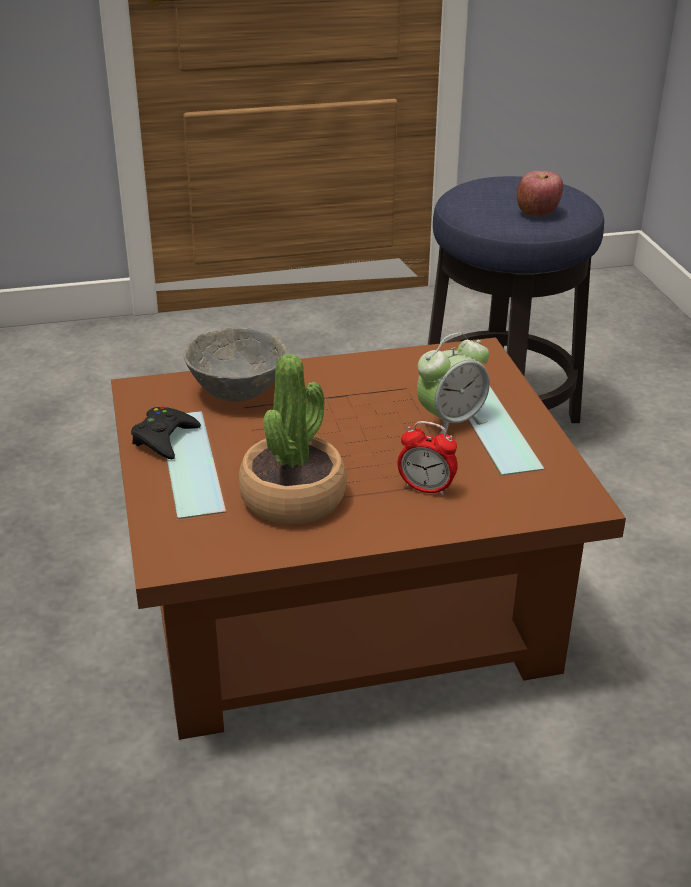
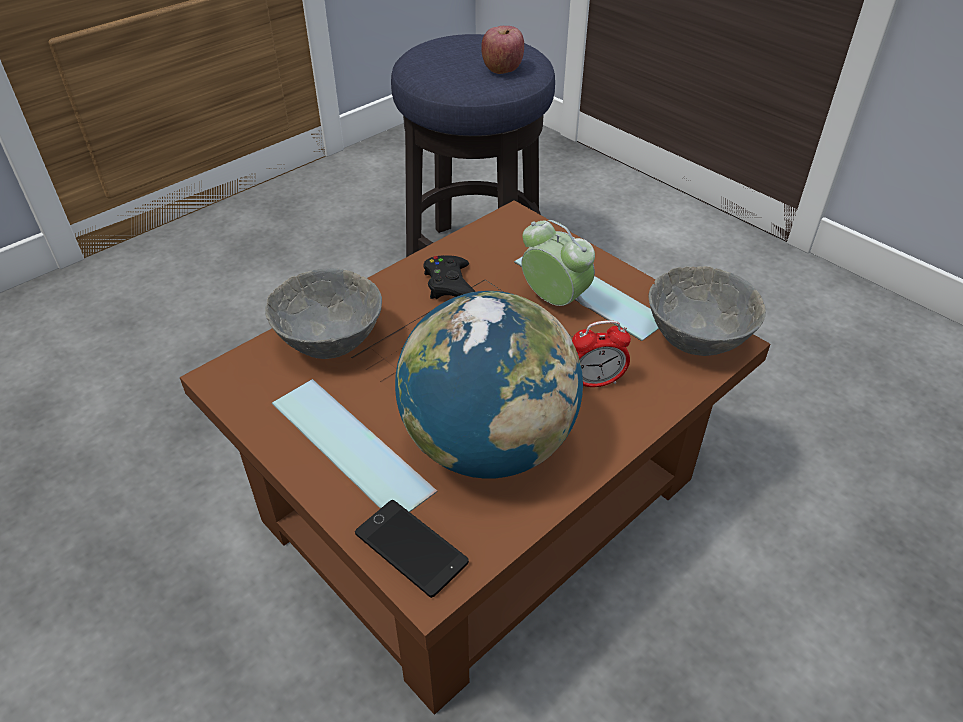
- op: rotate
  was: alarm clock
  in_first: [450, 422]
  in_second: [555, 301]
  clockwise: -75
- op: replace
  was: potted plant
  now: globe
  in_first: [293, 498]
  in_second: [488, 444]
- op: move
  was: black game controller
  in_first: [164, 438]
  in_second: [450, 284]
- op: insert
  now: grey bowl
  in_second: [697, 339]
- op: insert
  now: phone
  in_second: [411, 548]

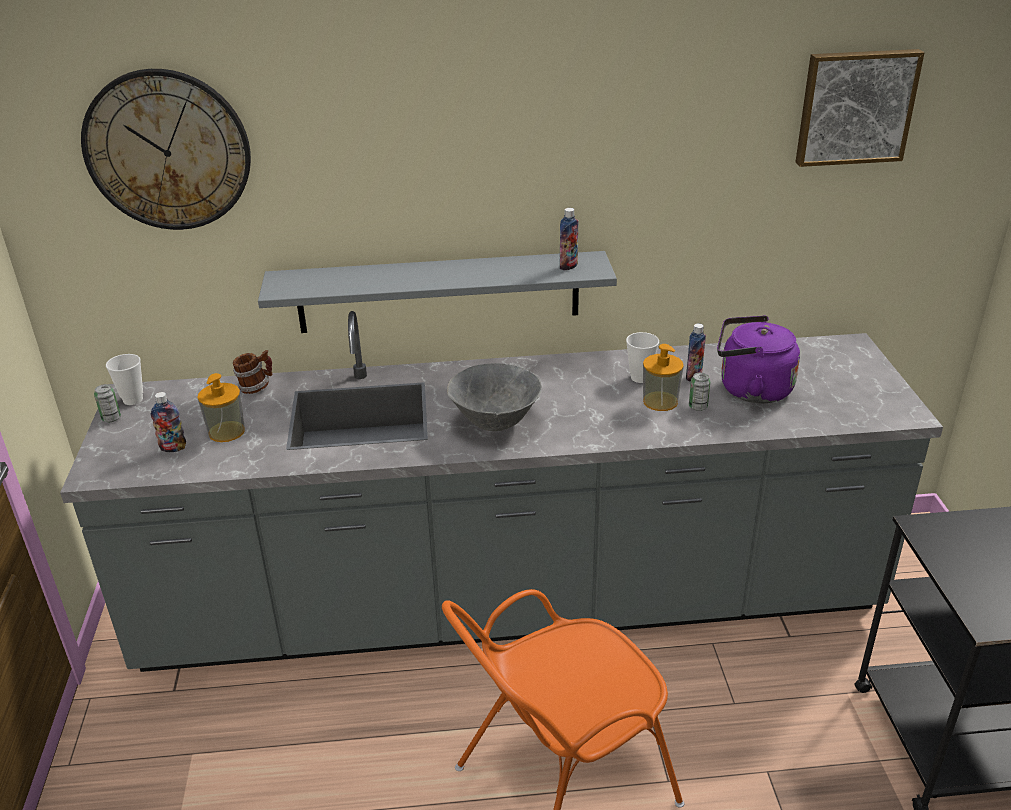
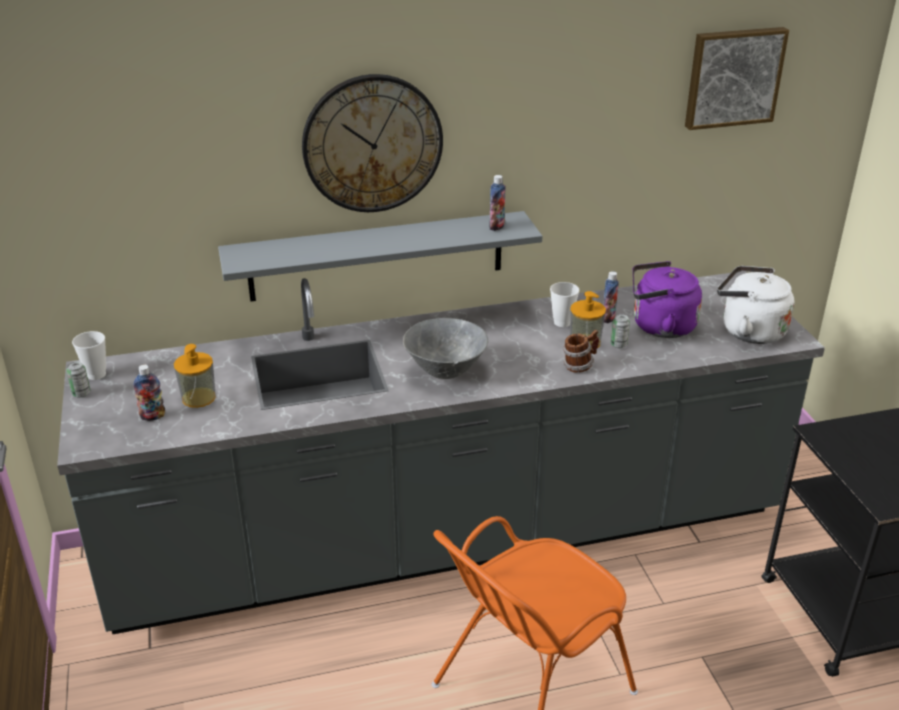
- op: move
  was: wall clock
  in_first: [168, 150]
  in_second: [372, 144]
- op: move
  was: mug
  in_first: [256, 387]
  in_second: [579, 365]
- op: insert
  now: white kettle
  in_second: [748, 331]

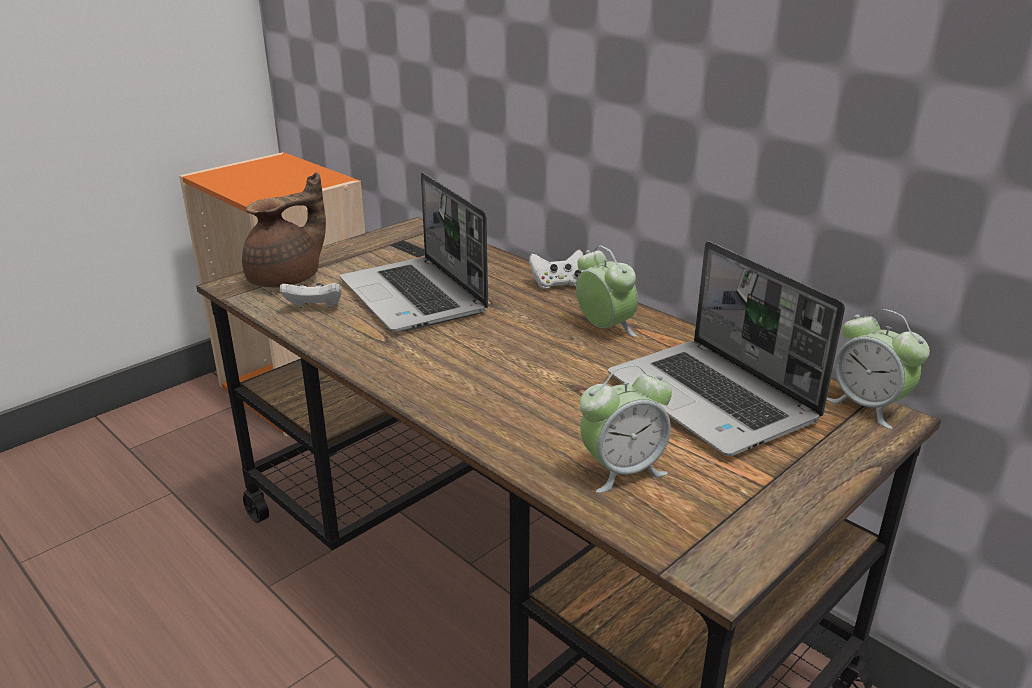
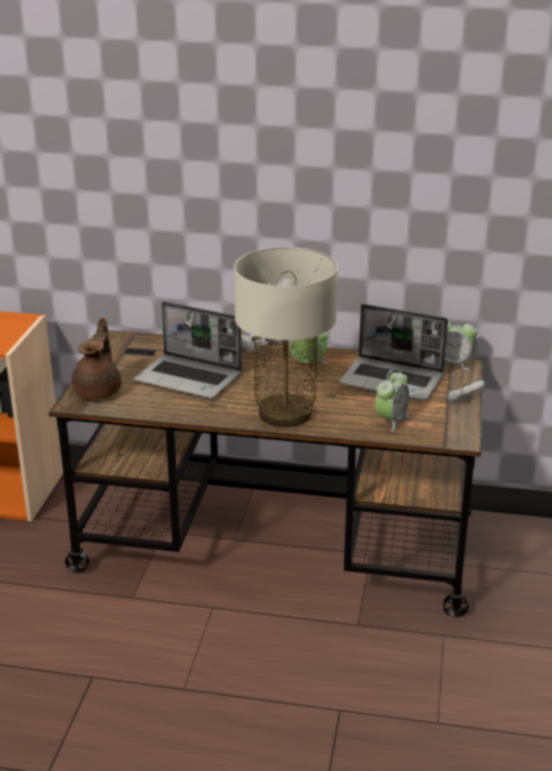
- op: move
  was: white game controller
  in_first: [314, 308]
  in_second: [463, 400]
- op: insert
  now: table lamp
  in_second: [285, 414]

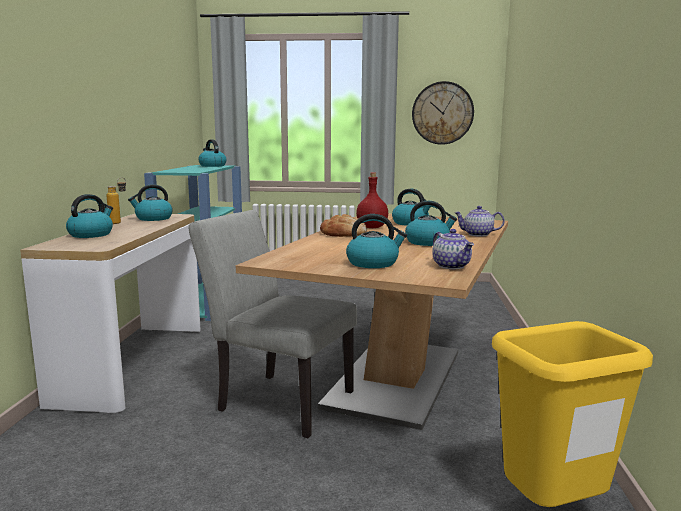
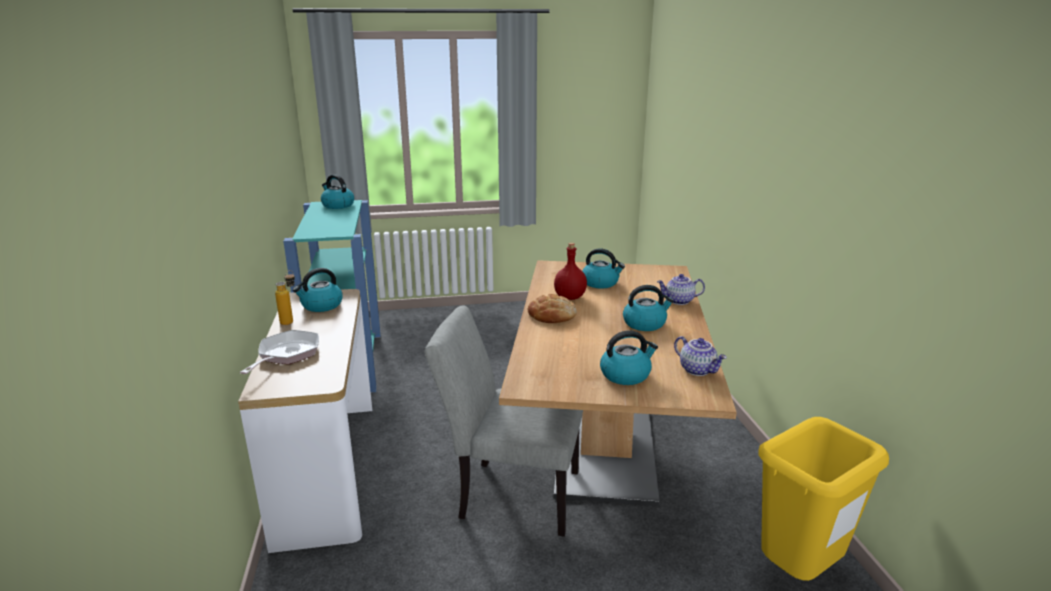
- op: delete
  was: wall clock
  in_first: [442, 113]
- op: replace
  was: kettle
  now: frying pan
  in_first: [91, 234]
  in_second: [286, 354]

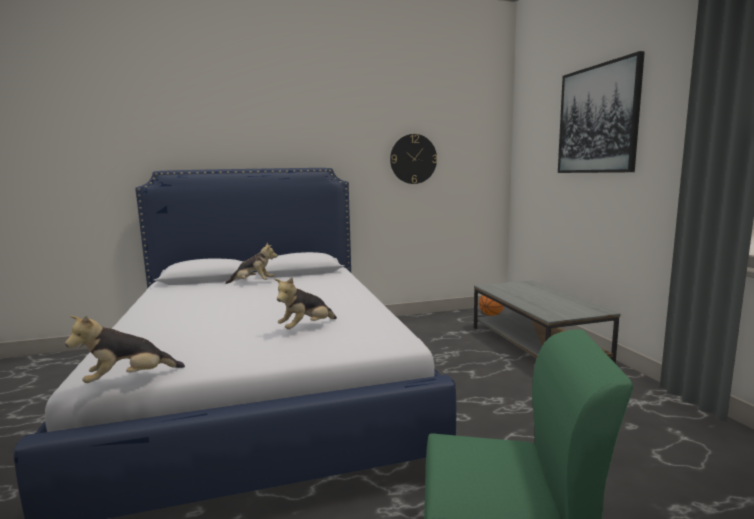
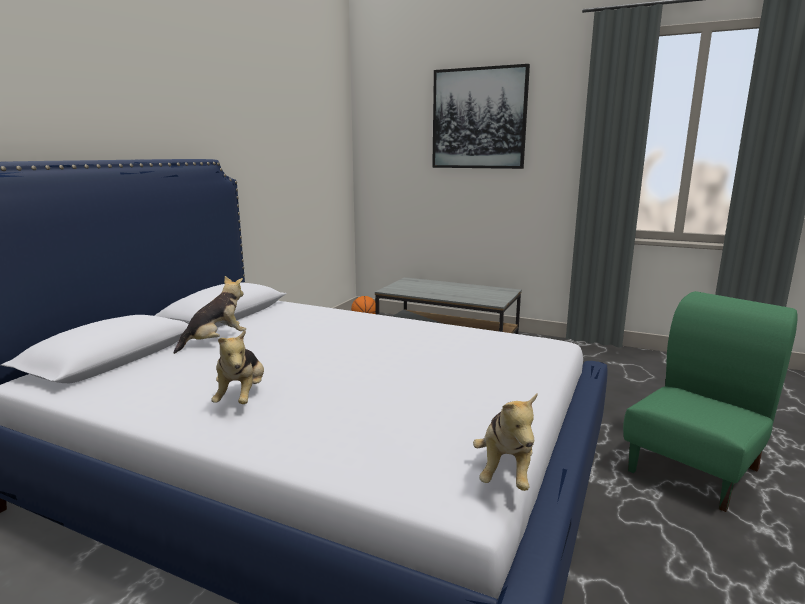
- op: delete
  was: wall clock
  in_first: [413, 159]
- op: move
  was: plush toy
  in_first: [306, 328]
  in_second: [242, 397]

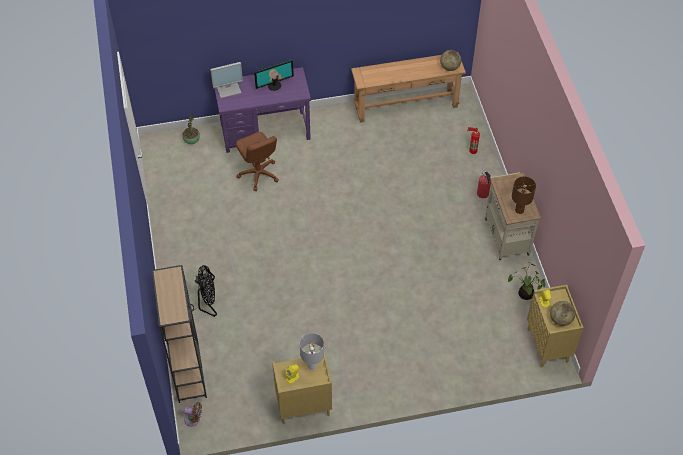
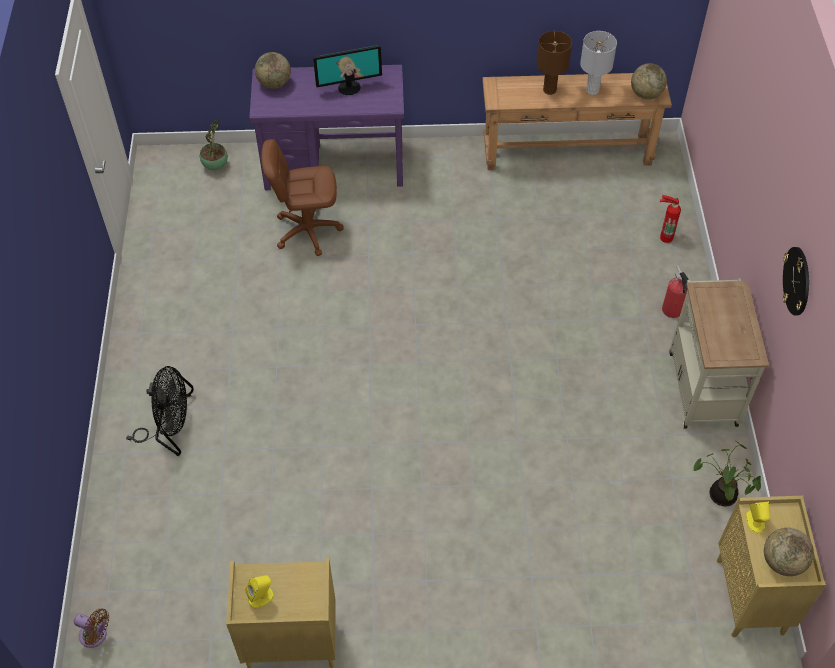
- op: replace
  was: monitor
  now: globe
  in_first: [229, 88]
  in_second: [274, 83]
- op: rotate
  was: brown office chair
  in_first: [258, 174]
  in_second: [307, 230]
  clockwise: 105
- op: move
  was: brown table lamp
  in_first: [519, 210]
  in_second: [549, 90]
- op: delete
  was: bookcase
  in_first: [188, 373]
- op: move
  was: grey table lamp
  in_first: [312, 366]
  in_second: [592, 90]
- op: insert
  now: wall clock
  in_second: [797, 281]

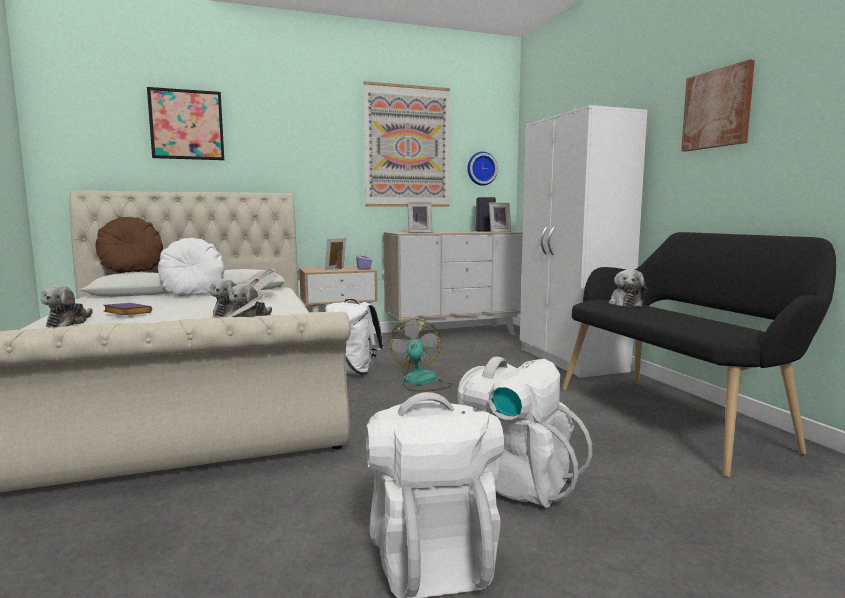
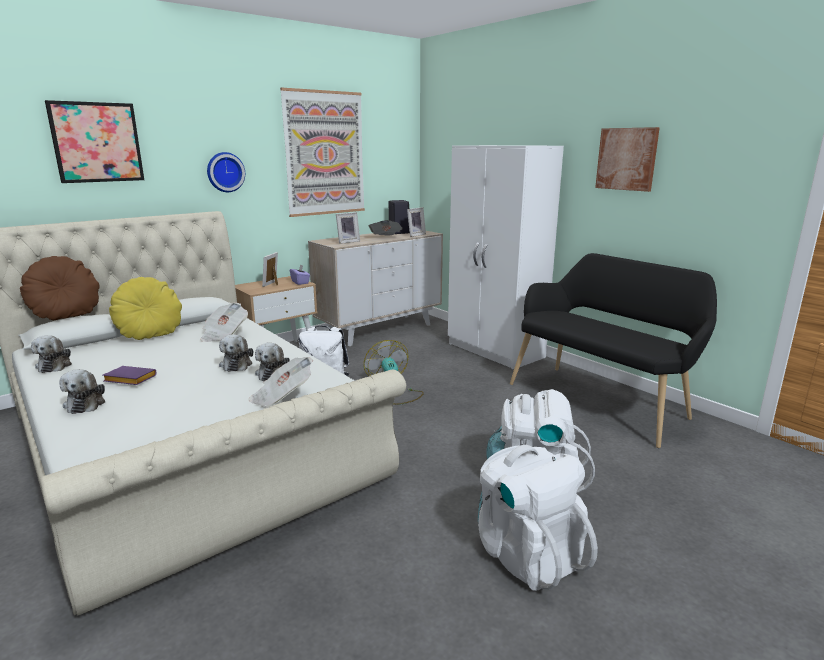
- op: move
  was: wall clock
  in_first: [481, 168]
  in_second: [225, 172]
- op: recolor
  was: white pillow
  now: yellow pillow
  in_first: [193, 295]
  in_second: [150, 336]
- op: move
  was: plush toy
  in_first: [625, 303]
  in_second: [55, 365]
- op: insert
  now: newspaper
  in_second: [386, 238]

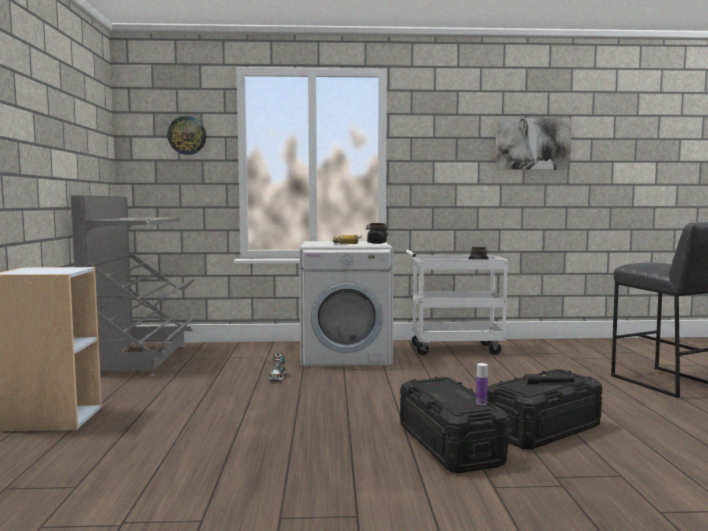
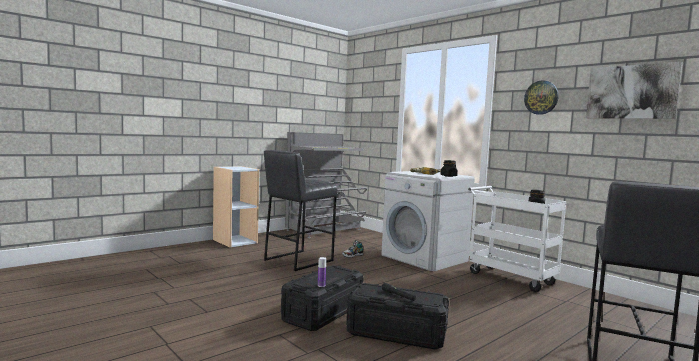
- op: move
  was: wall clock
  in_first: [187, 135]
  in_second: [541, 97]
- op: insert
  now: grey stool
  in_second: [298, 260]

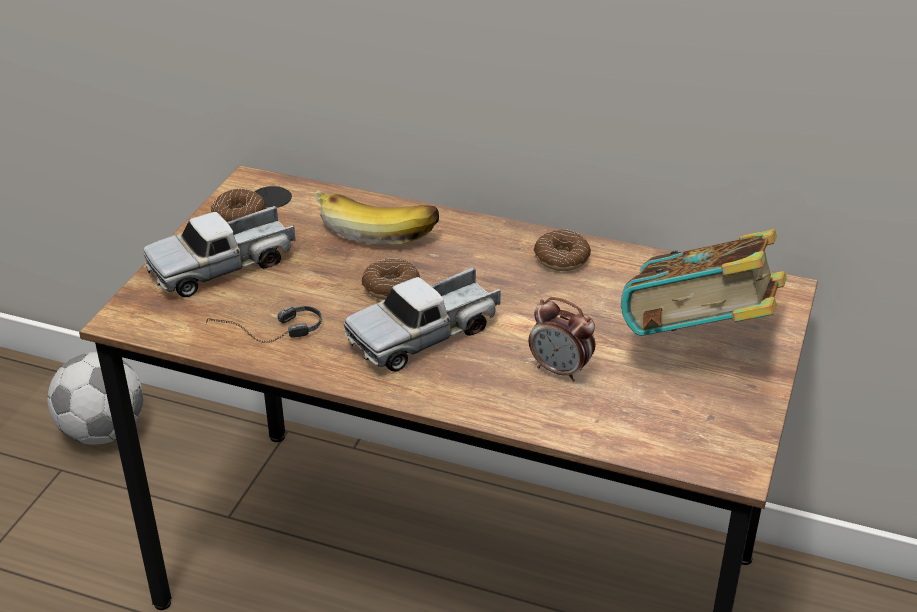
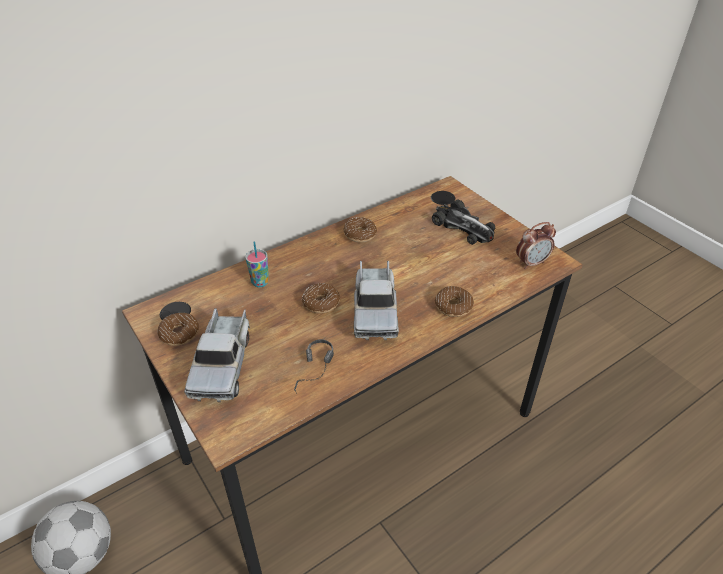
- op: replace
  was: banana
  now: cup
  in_first: [378, 227]
  in_second: [260, 282]
- op: replace
  was: book
  now: toy car
  in_first: [699, 340]
  in_second: [463, 226]
- op: move
  was: alarm clock
  in_first: [560, 370]
  in_second: [531, 263]
- op: insert
  now: donut
  in_second: [453, 306]

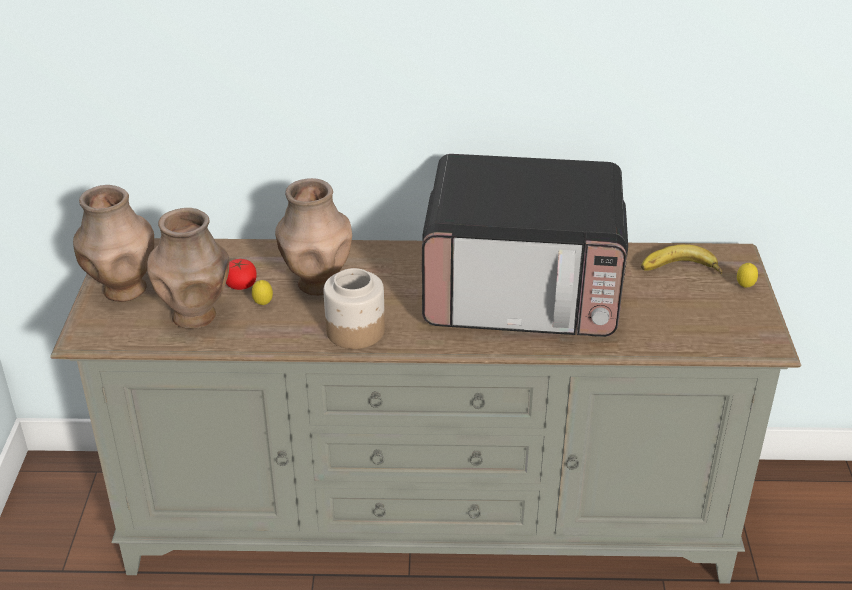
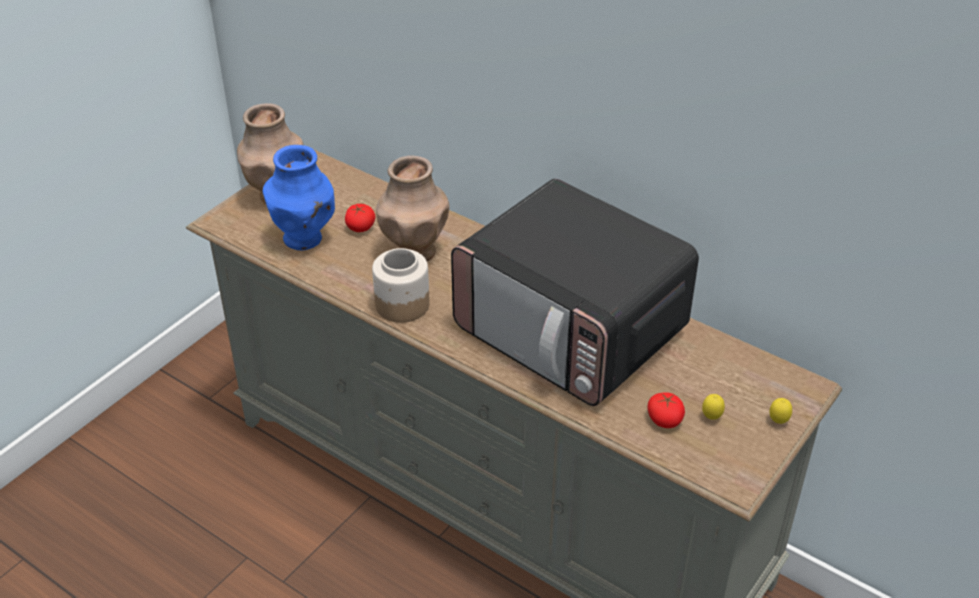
- op: recolor
  was: brown vase
  now: blue vase
  in_first: [196, 316]
  in_second: [304, 239]
- op: delete
  was: banana
  in_first: [680, 271]
- op: move
  was: lemon
  in_first: [263, 304]
  in_second: [711, 417]
- op: insert
  now: tomato
  in_second: [664, 419]

